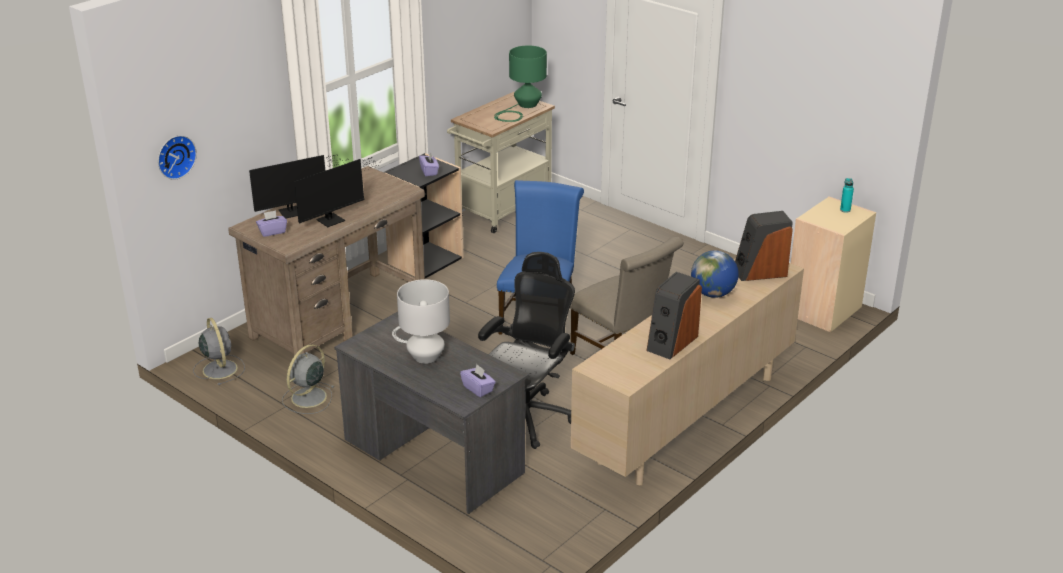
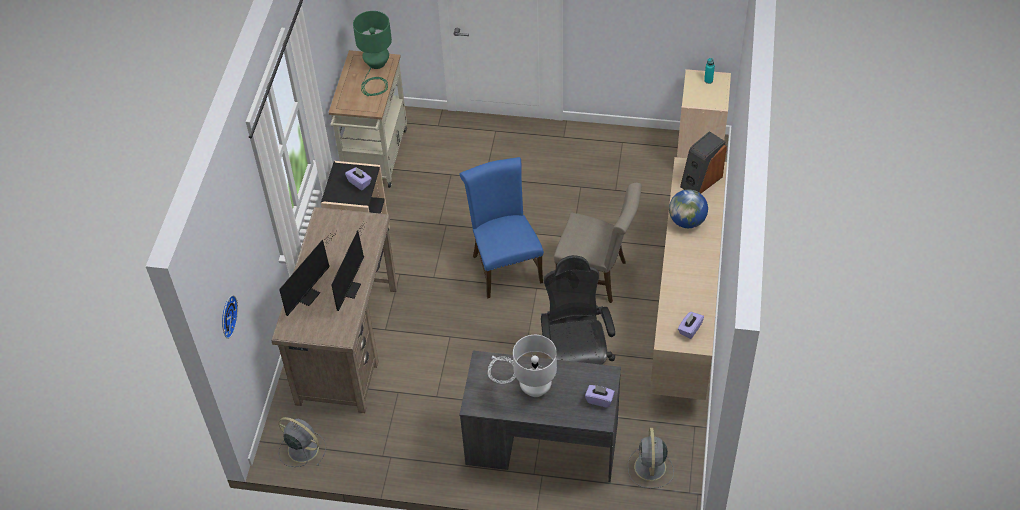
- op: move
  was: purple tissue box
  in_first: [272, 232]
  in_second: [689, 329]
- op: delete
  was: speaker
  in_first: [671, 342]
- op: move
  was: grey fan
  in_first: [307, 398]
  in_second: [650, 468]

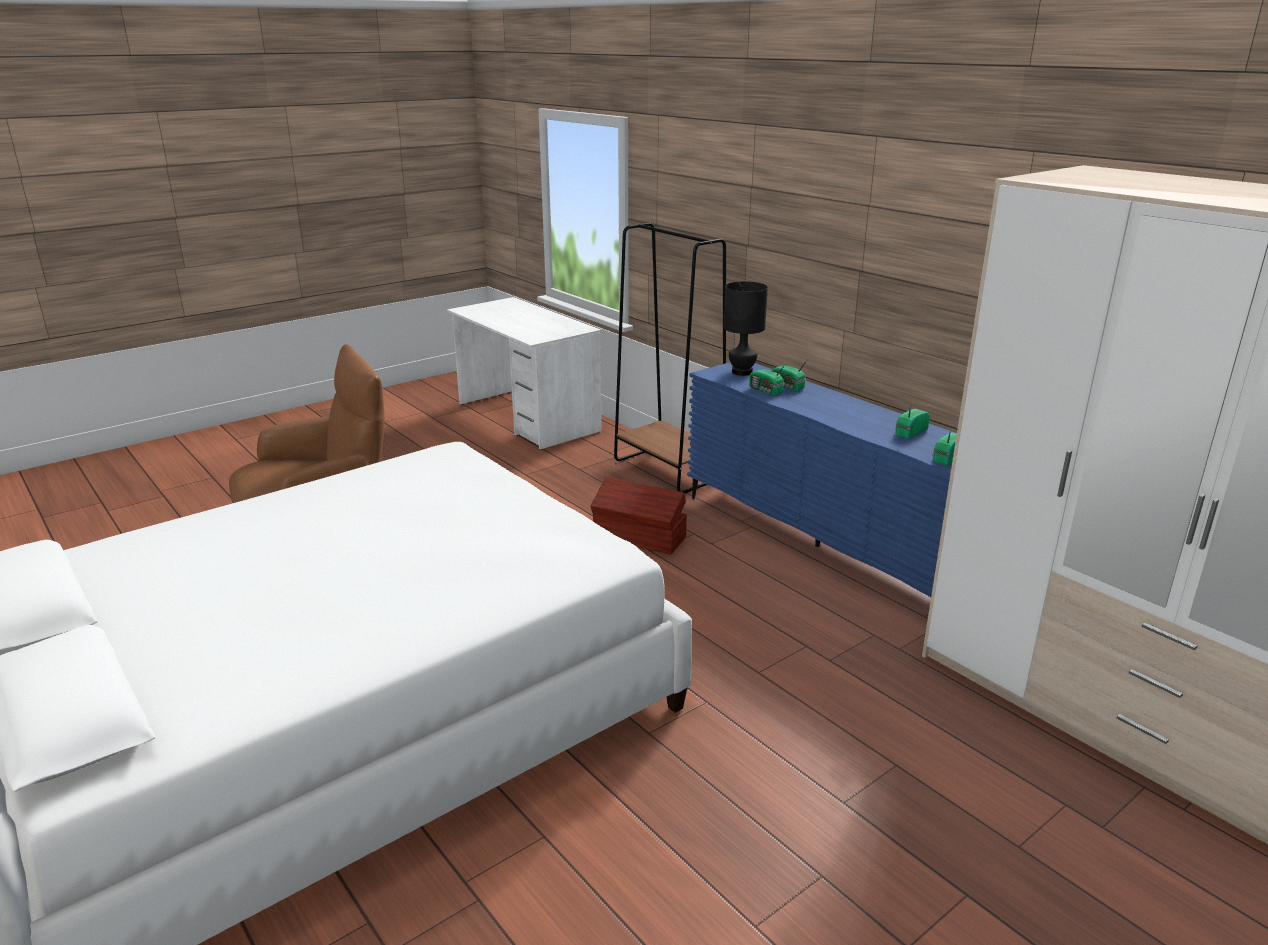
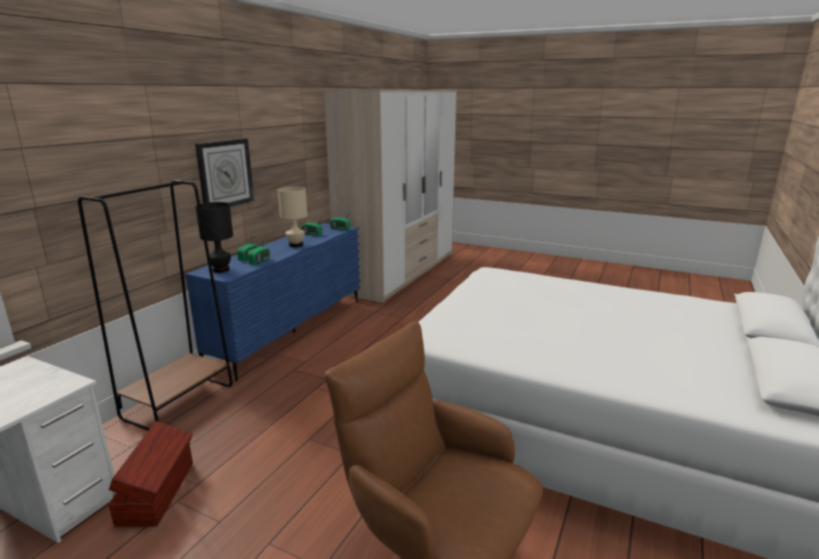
- op: move
  was: brown storage box
  in_first: [639, 538]
  in_second: [158, 492]
- op: insert
  now: wall clock
  in_second: [225, 174]
- op: insert
  now: beige table lamp
  in_second: [296, 245]

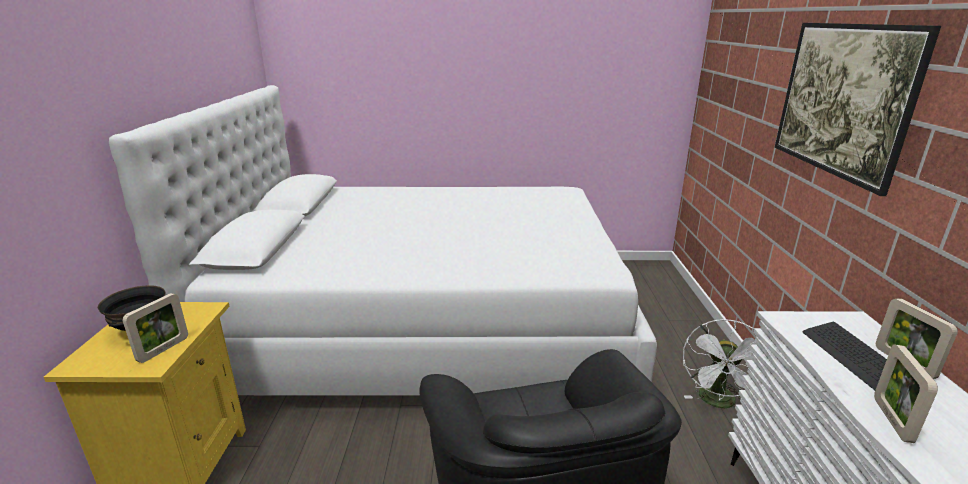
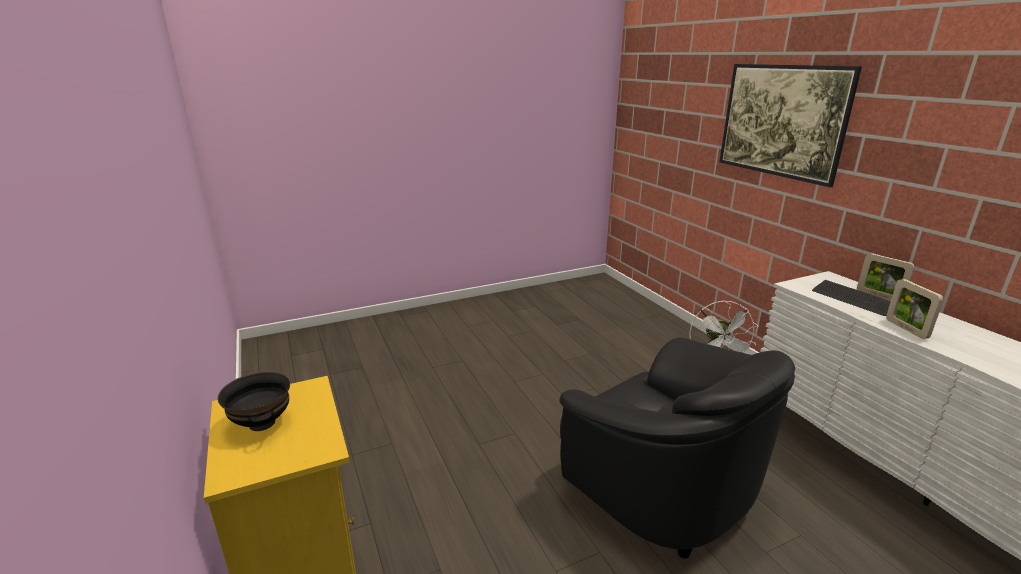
- op: delete
  was: white bed
  in_first: [428, 325]
- op: delete
  was: picture frame
  in_first: [163, 349]

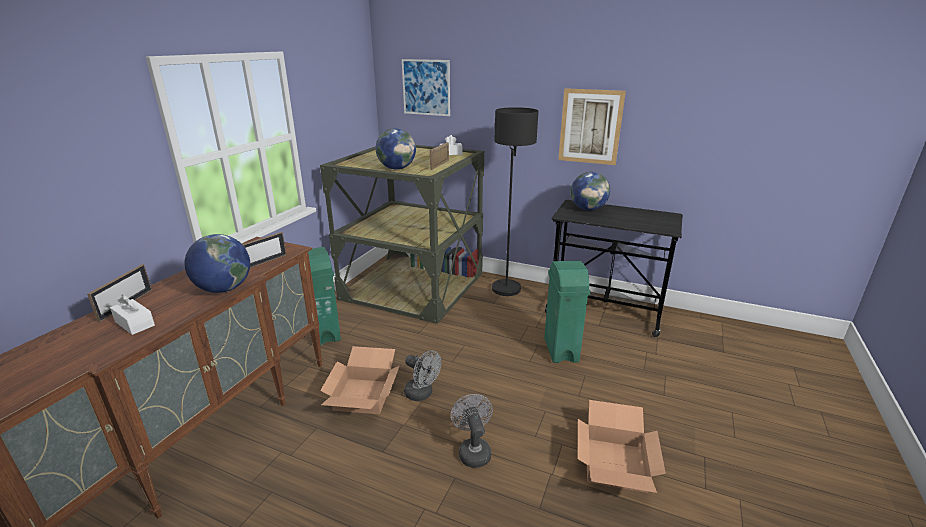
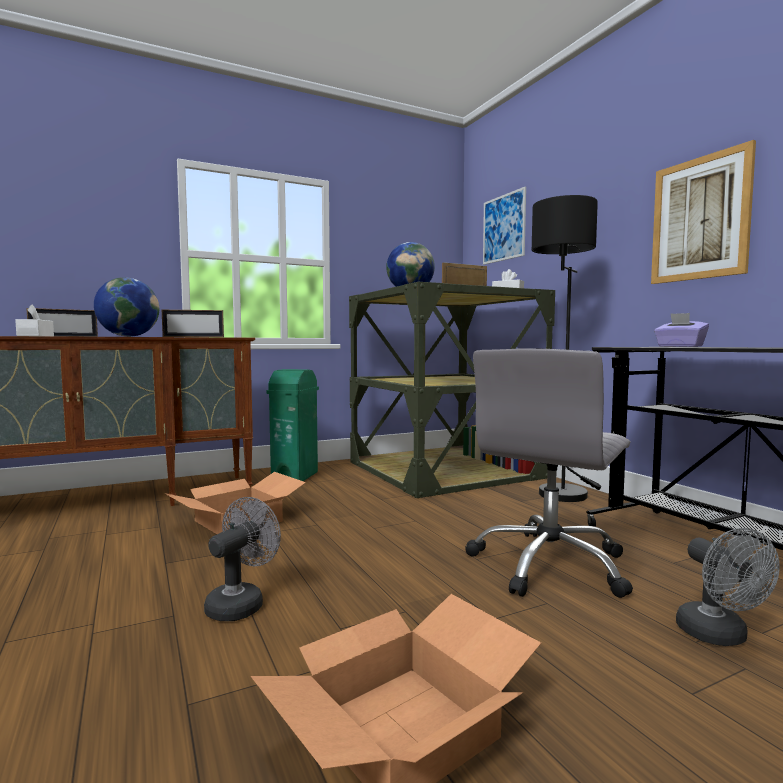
- op: replace
  was: globe
  now: purple tissue box
  in_first: [588, 209]
  in_second: [679, 346]
- op: replace
  was: green trash can
  now: grey office chair
  in_first: [561, 350]
  in_second: [549, 565]
- op: move
  was: grey fan
  in_first: [422, 394]
  in_second: [720, 636]

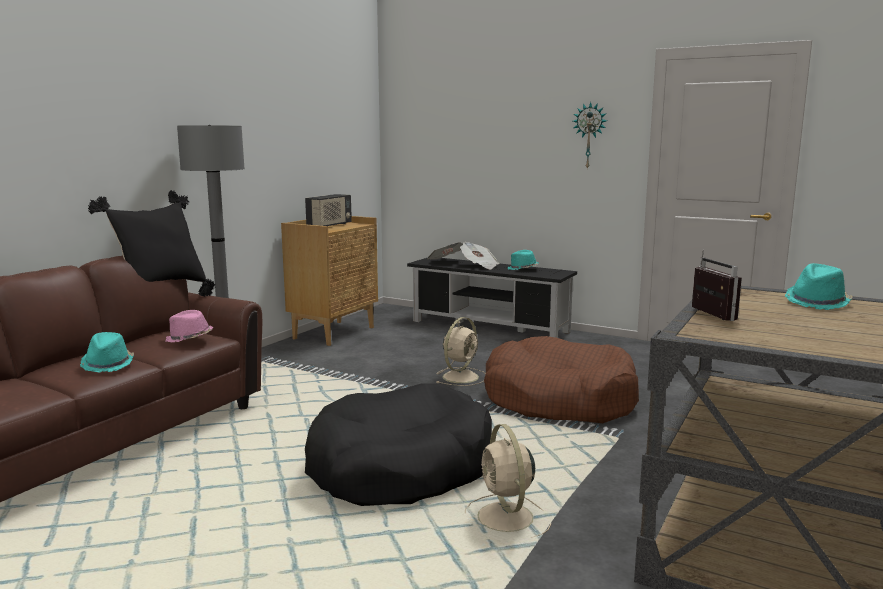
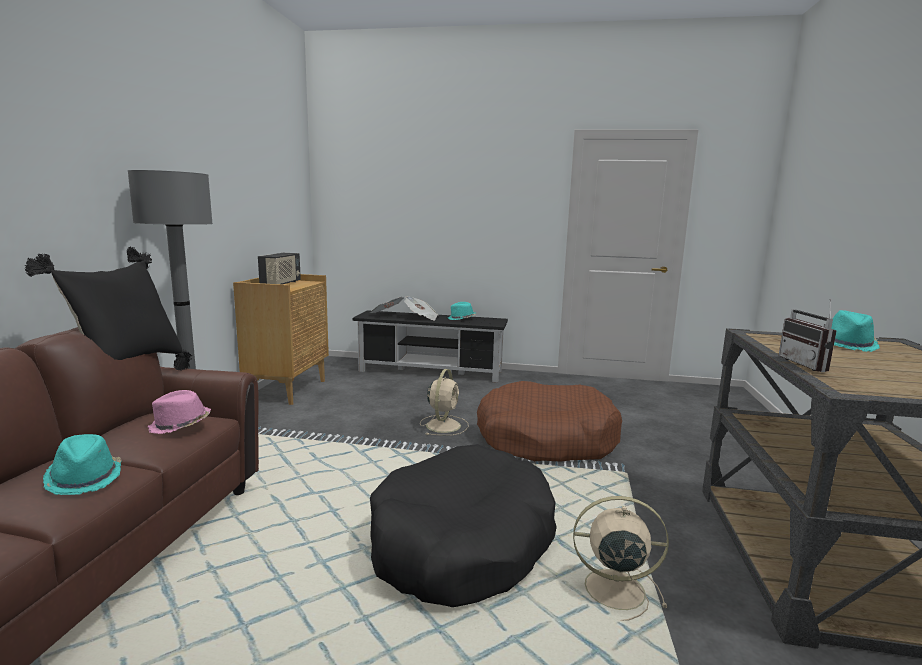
- op: delete
  was: wall clock
  in_first: [589, 136]
- op: rotate
  was: radio
  in_first: [706, 315]
  in_second: [809, 365]
  clockwise: -150
- op: rotate
  was: beige fan
  in_first: [506, 519]
  in_second: [611, 589]
  clockwise: 135

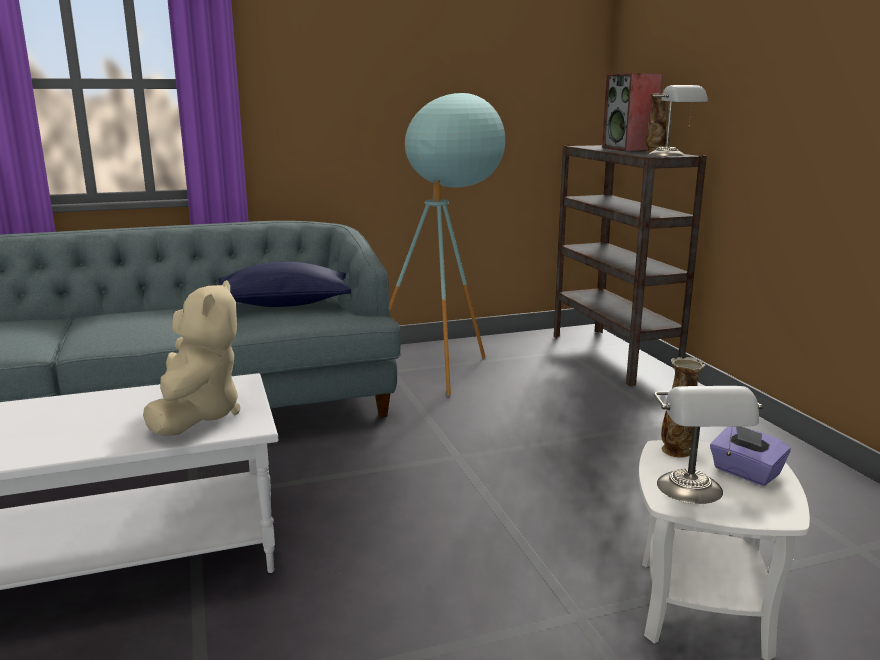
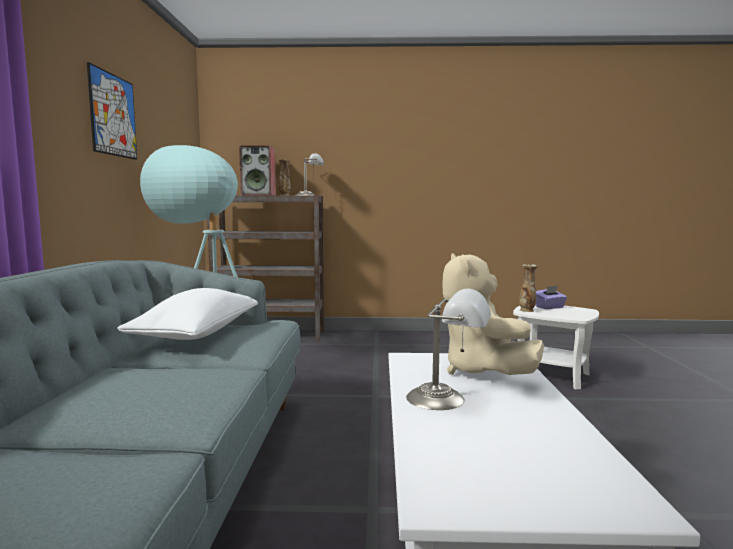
- op: recolor
  was: blue pillow
  now: white pillow
  in_first: [284, 304]
  in_second: [197, 334]
- op: rotate
  was: beige plush toy
  in_first: [197, 415]
  in_second: [482, 371]
  clockwise: -120
- op: move
  was: white table lamp
  in_first: [696, 494]
  in_second: [448, 399]
- op: insert
  now: picture
  in_second: [113, 115]

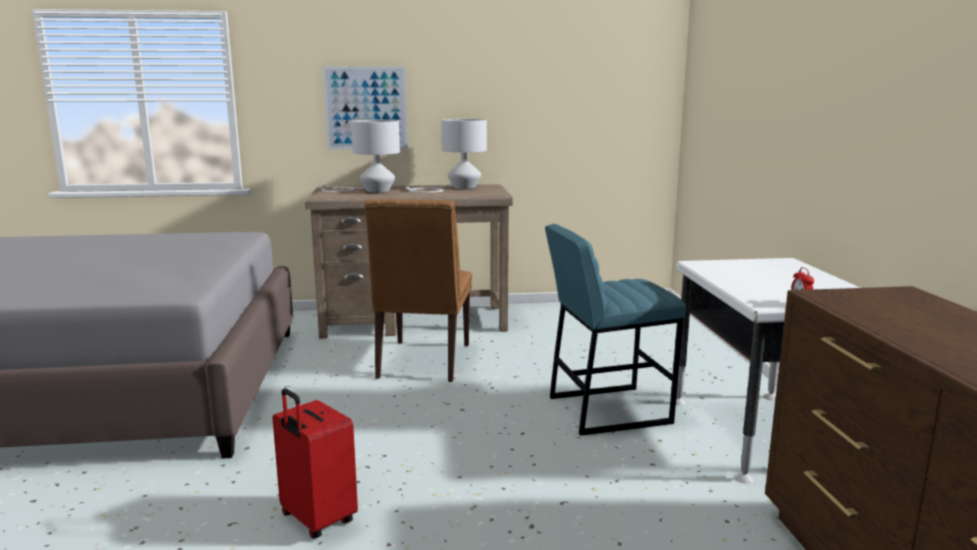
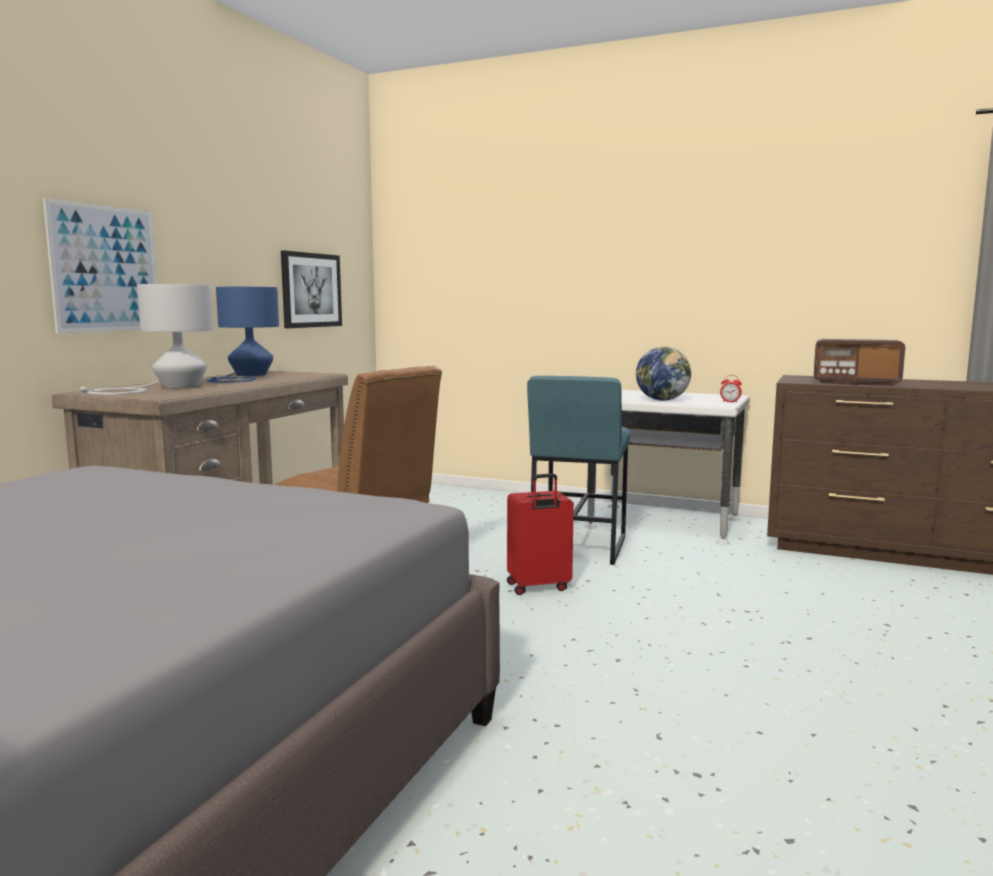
- op: recolor
  was: grey table lamp
  now: blue table lamp
  in_first: [449, 188]
  in_second: [244, 376]
- op: move
  was: red suitcase
  in_first: [316, 520]
  in_second: [538, 587]
- op: insert
  now: picture
  in_second: [311, 290]
- op: insert
  now: radio
  in_second: [855, 383]
- op: insert
  now: globe
  in_second: [662, 400]

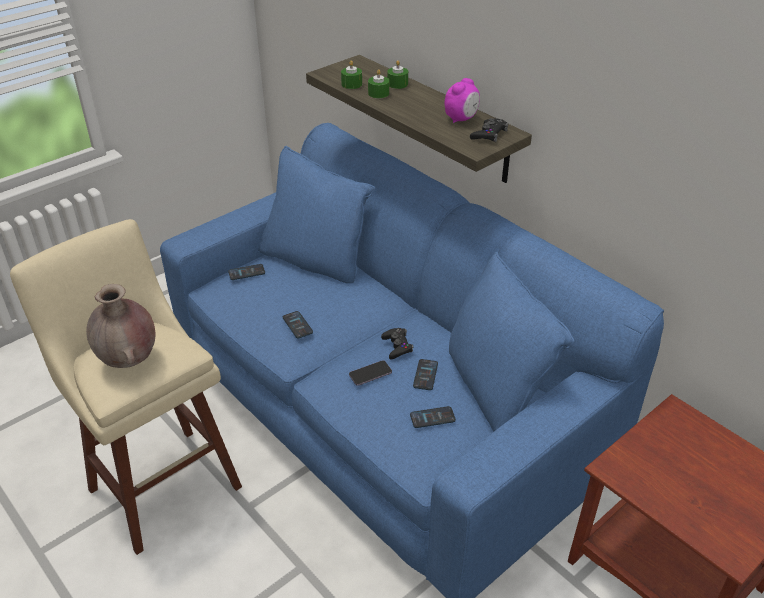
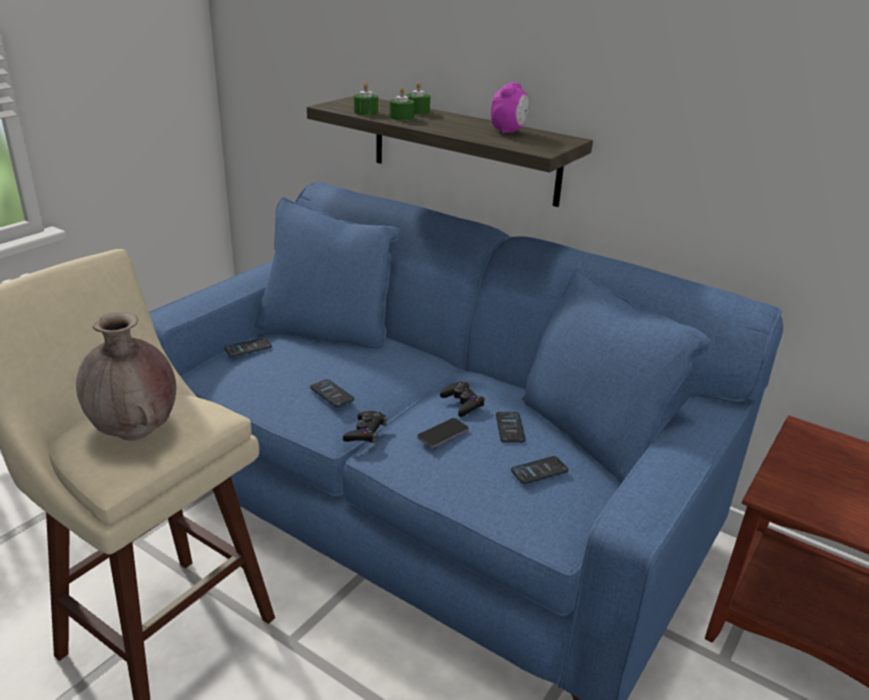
- op: move
  was: black game controller
  in_first: [489, 134]
  in_second: [365, 432]

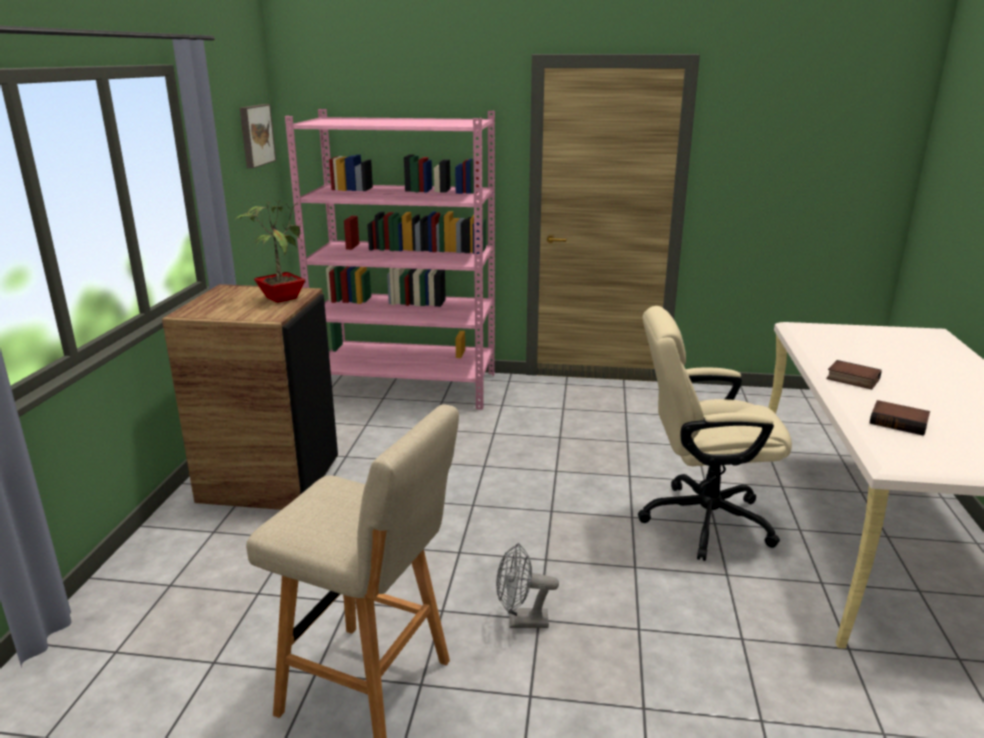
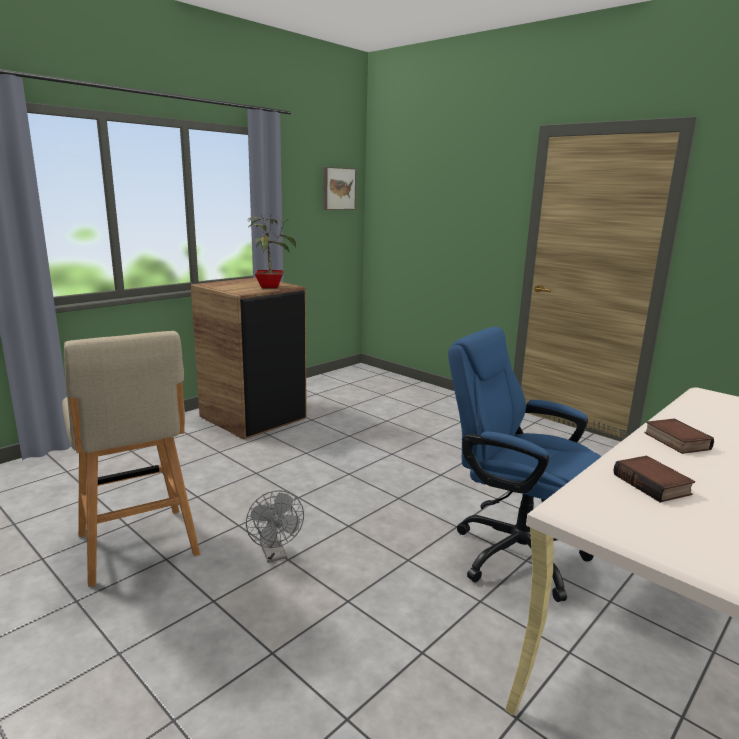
- op: delete
  was: pink bookcase
  in_first: [407, 386]
- op: recolor
  was: beige office chair
  now: blue office chair
  in_first: [699, 522]
  in_second: [512, 553]
- op: rotate
  was: grey fan
  in_first: [521, 621]
  in_second: [275, 554]
  clockwise: -150

